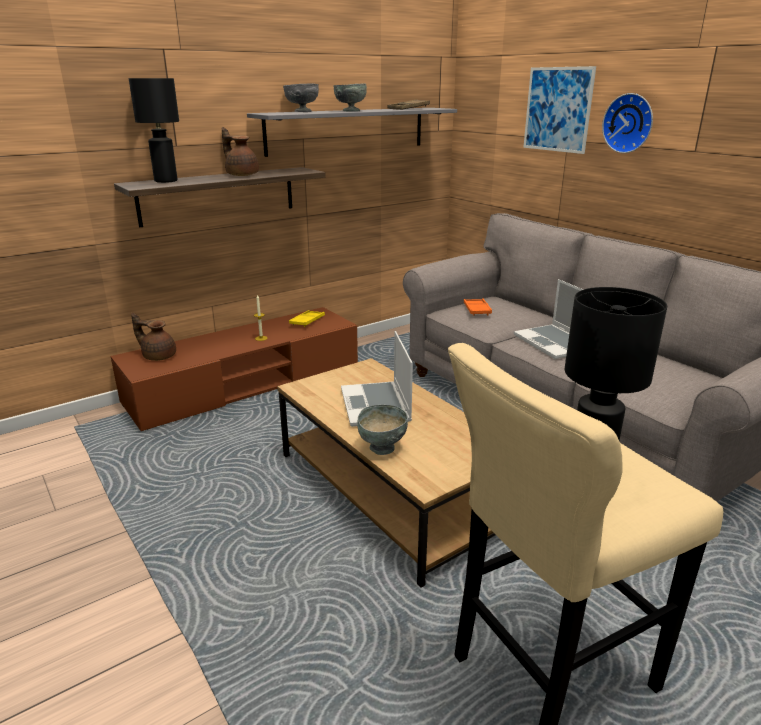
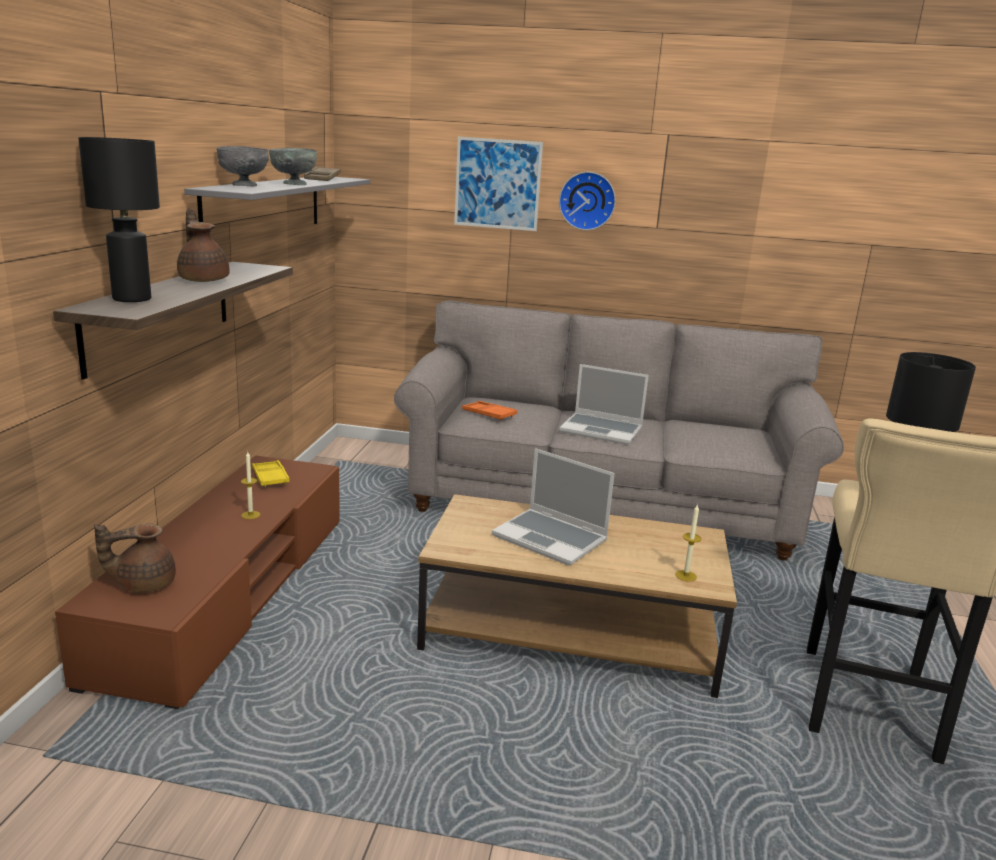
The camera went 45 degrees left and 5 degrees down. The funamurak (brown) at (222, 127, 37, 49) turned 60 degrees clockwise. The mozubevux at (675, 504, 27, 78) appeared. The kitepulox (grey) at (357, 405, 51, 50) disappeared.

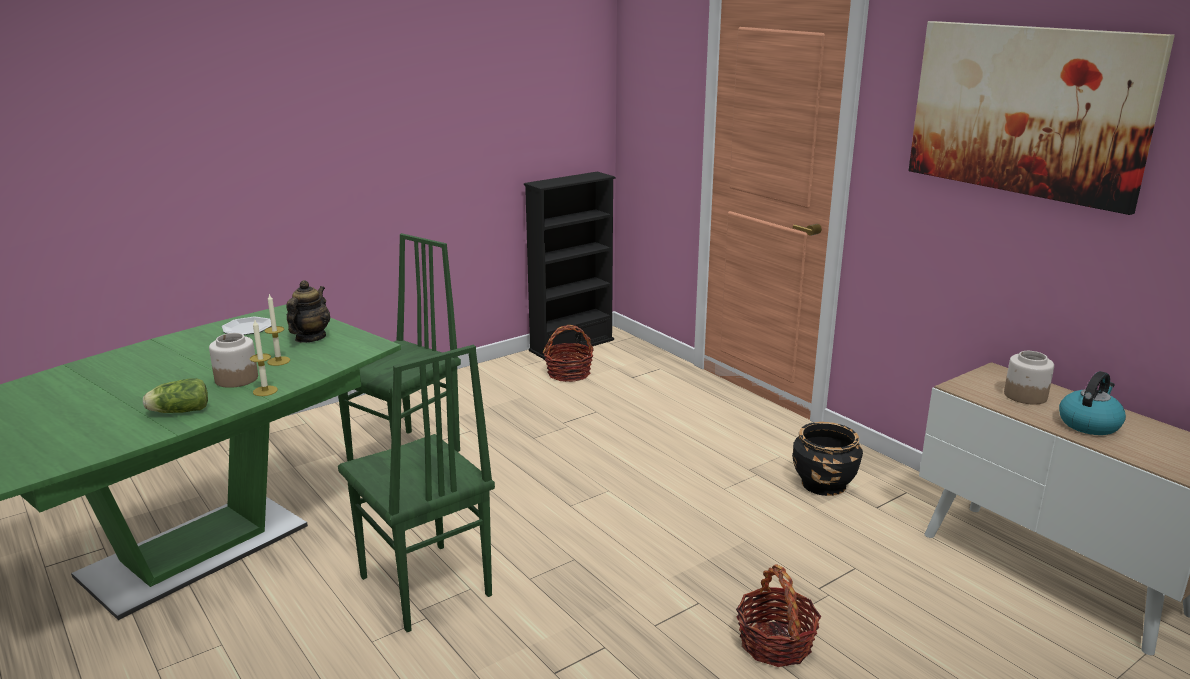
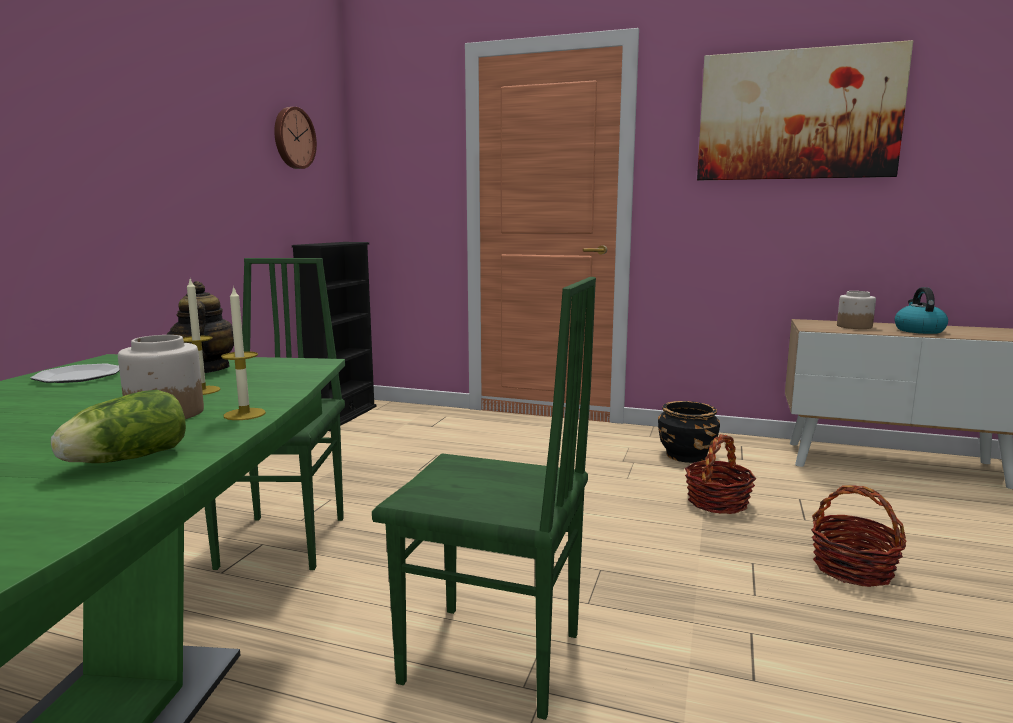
The camera went 35 degrees left and 10 degrees down. The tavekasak at (274, 107, 43, 62) appeared. The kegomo moved from (543, 325, 51, 57) to (685, 434, 72, 80).

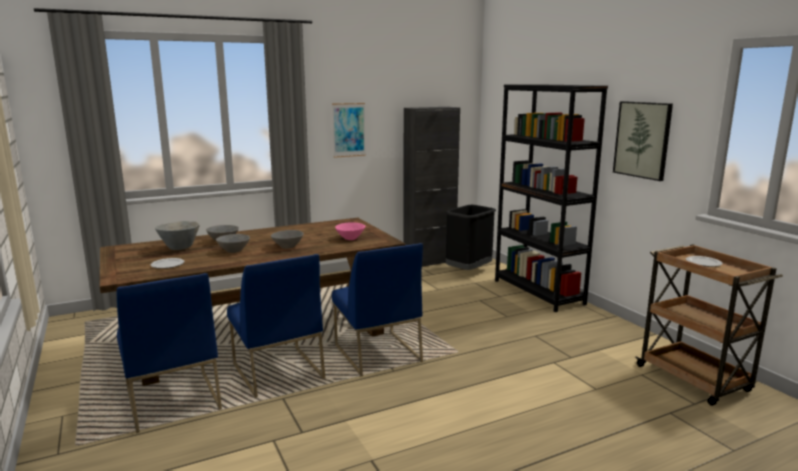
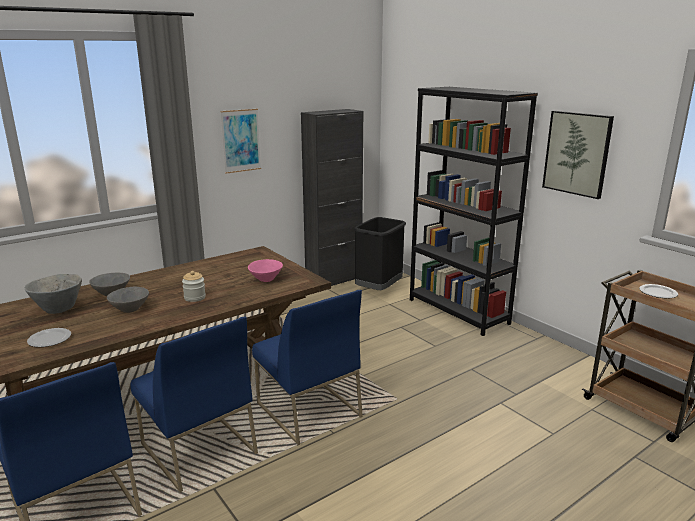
The camera went 10 degrees left and 5 degrees up. The kitepulox (grey) at (271, 230, 33, 19) was replaced by the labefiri at (182, 271, 24, 31).

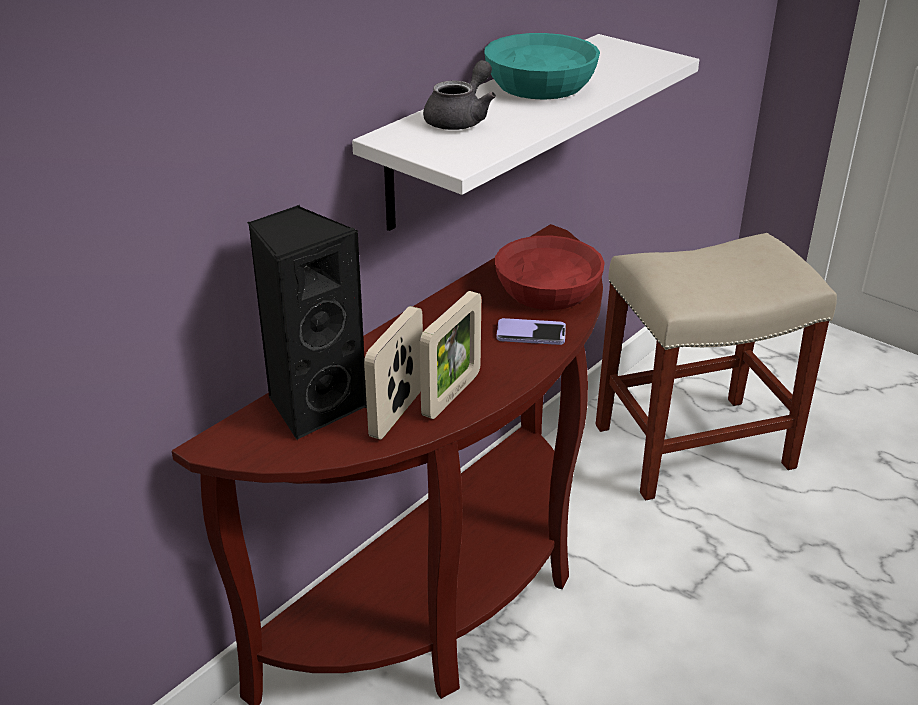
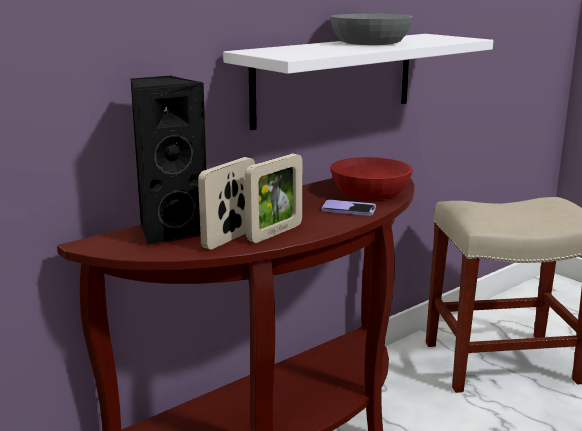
The camera went 10 degrees right and 15 degrees down. The kitepulox (turquoise) at (484, 33, 116, 67) became the kitepulox (grey) at (330, 14, 83, 31). The funamurak (grey) at (423, 60, 73, 70) disappeared.

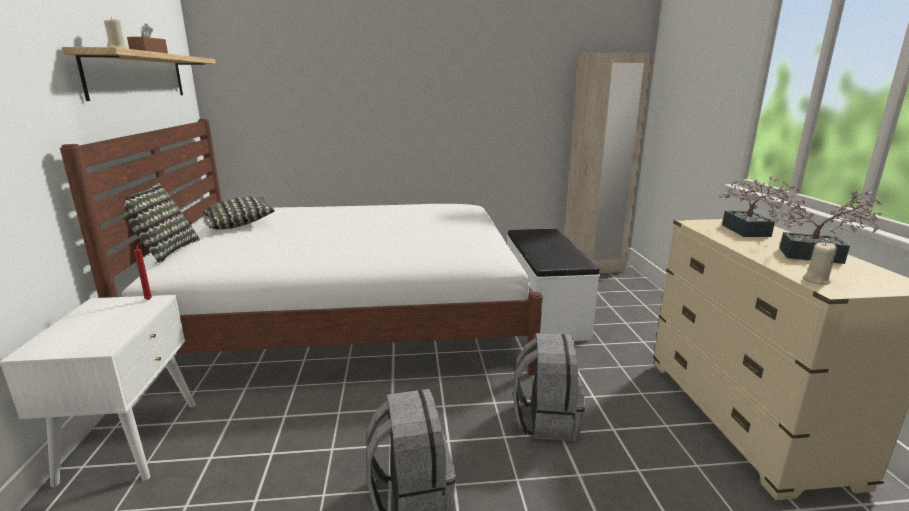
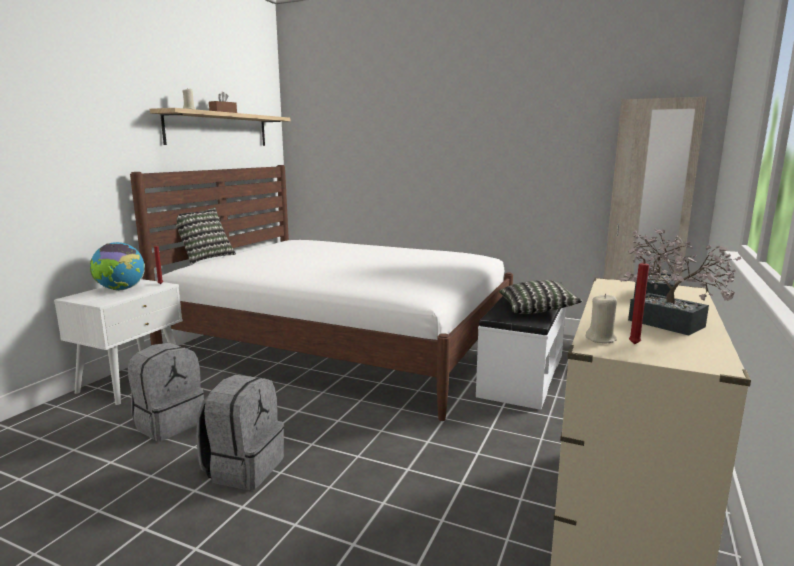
The camera went 30 degrees right and 5 degrees down. The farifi at (90, 242, 55, 49) appeared. The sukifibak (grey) moved from (513, 333, 72, 108) to (128, 343, 76, 98). The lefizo moved from (203, 196, 72, 34) to (499, 280, 83, 34). The mozubevux (red) at (629, 256, 20, 89) appeared.

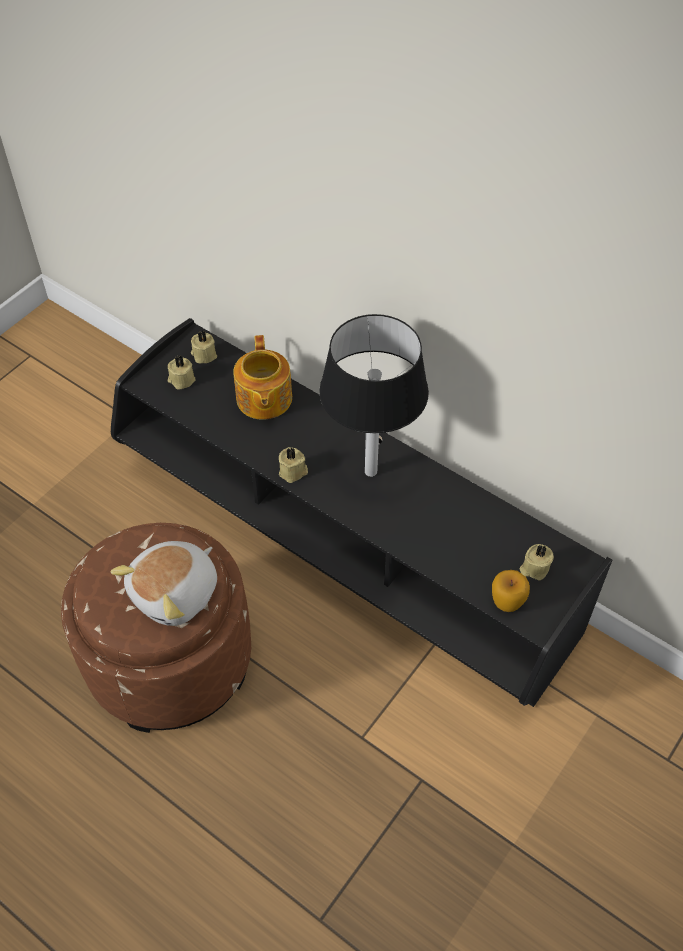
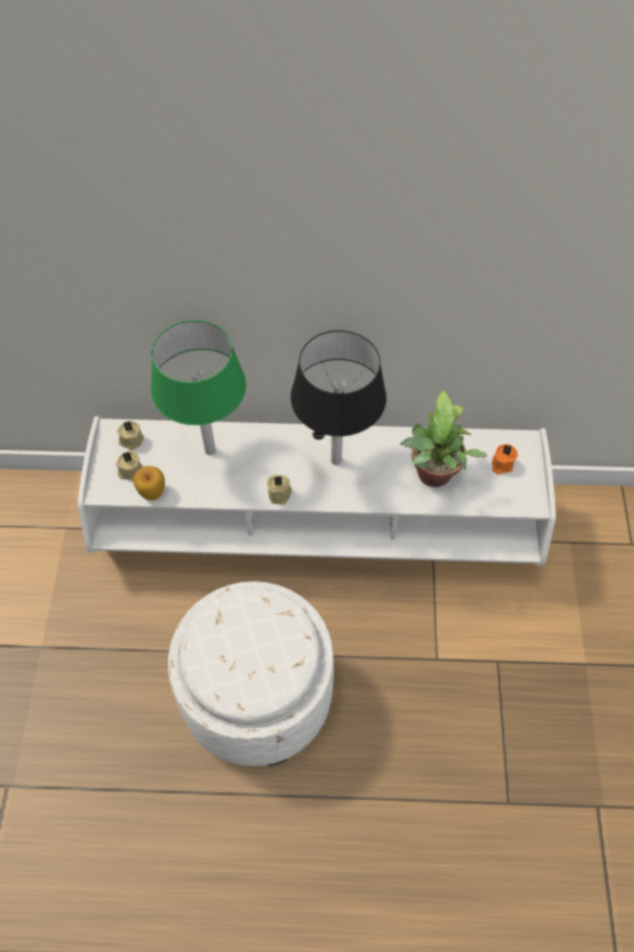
The camera went 35 degrees left and 5 degrees up. The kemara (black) at (111, 318, 501, 389) became the kemara (white) at (78, 416, 478, 150). The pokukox moved from (492, 570, 38, 42) to (133, 466, 32, 34). The funamurak at (233, 335, 59, 85) was replaced by the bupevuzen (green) at (151, 320, 95, 135). The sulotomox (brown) at (61, 523, 190, 210) became the sulotomox (white) at (168, 581, 166, 185). The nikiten at (400, 390, 87, 97) appeared. The mozubevux (beige) at (520, 544, 34, 37) became the mozubevux (orange) at (492, 444, 26, 31). The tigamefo at (111, 541, 106, 85) disappeared.

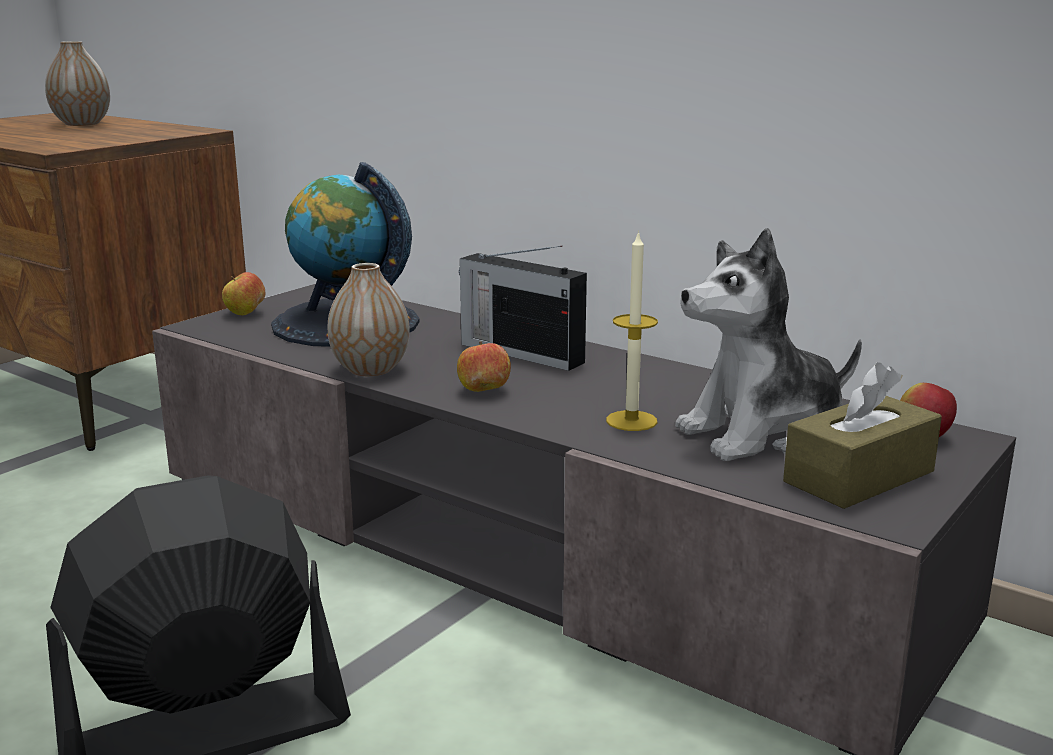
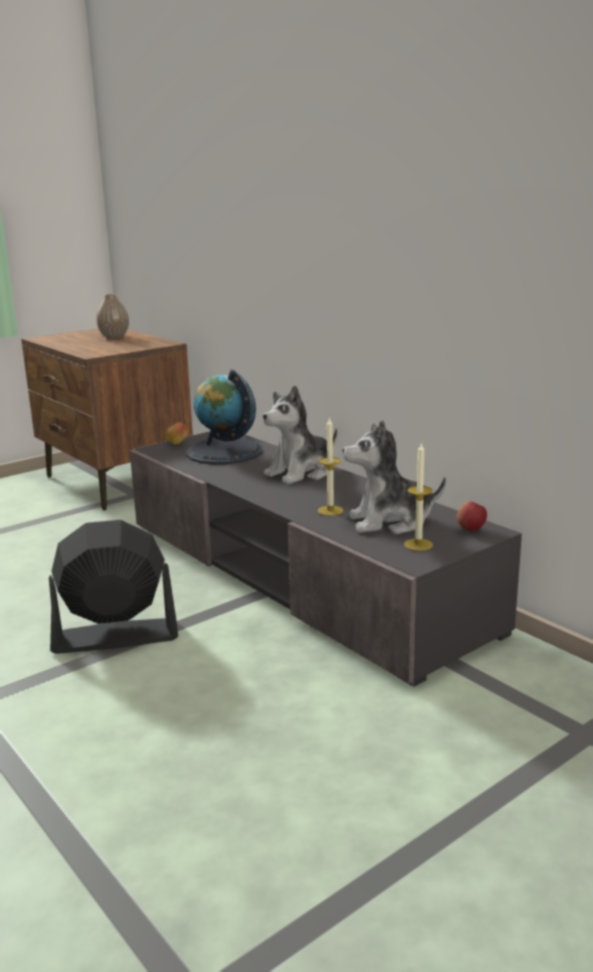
The camera went 15 degrees right and 0 degrees up. The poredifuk at (459, 246, 128, 125) was replaced by the tigamefo at (263, 385, 74, 99). The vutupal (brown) at (783, 362, 159, 147) was replaced by the mozubevux at (404, 442, 29, 109). The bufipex at (328, 263, 82, 113) disappeared. The pokukox at (457, 342, 54, 50) disappeared.

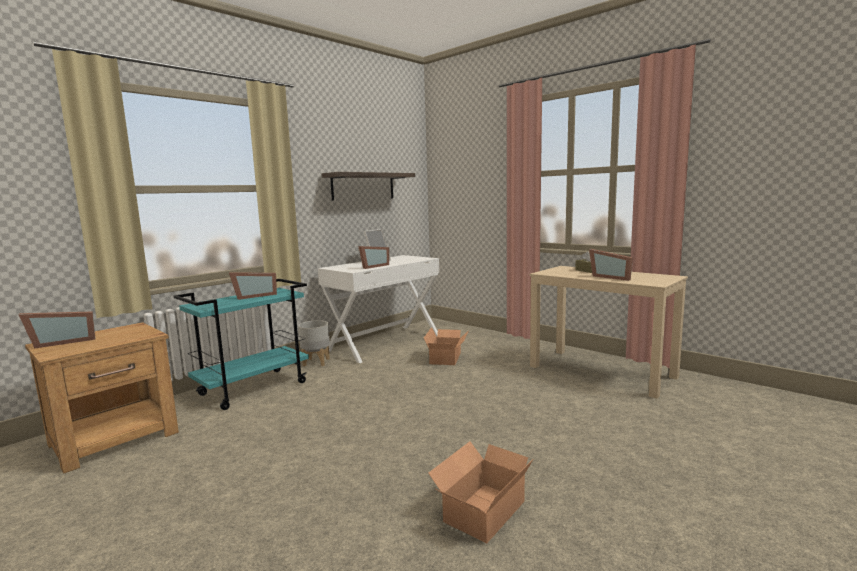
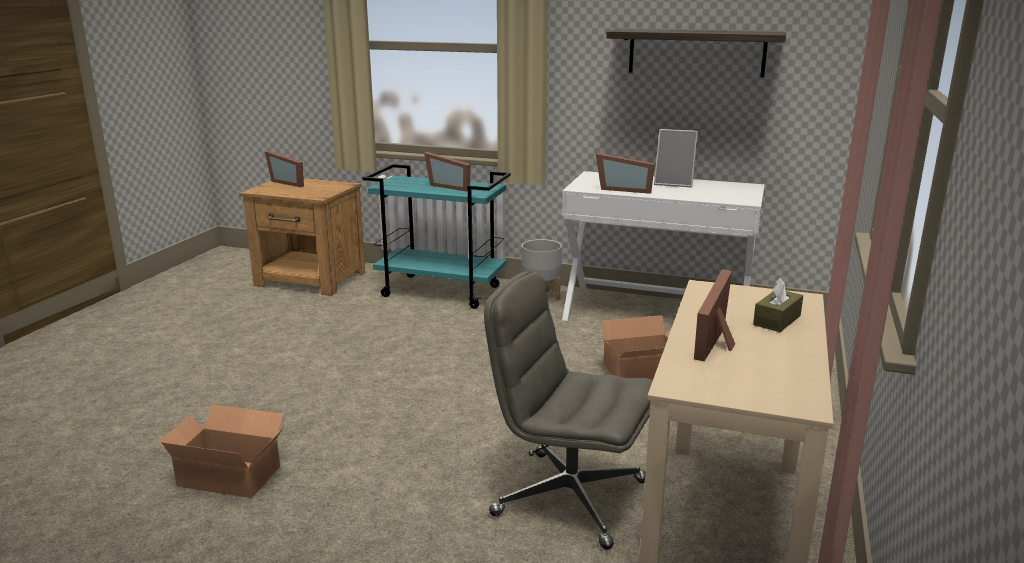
The camera went 65 degrees right and 10 degrees up. The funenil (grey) at (484, 271, 169, 279) appeared.

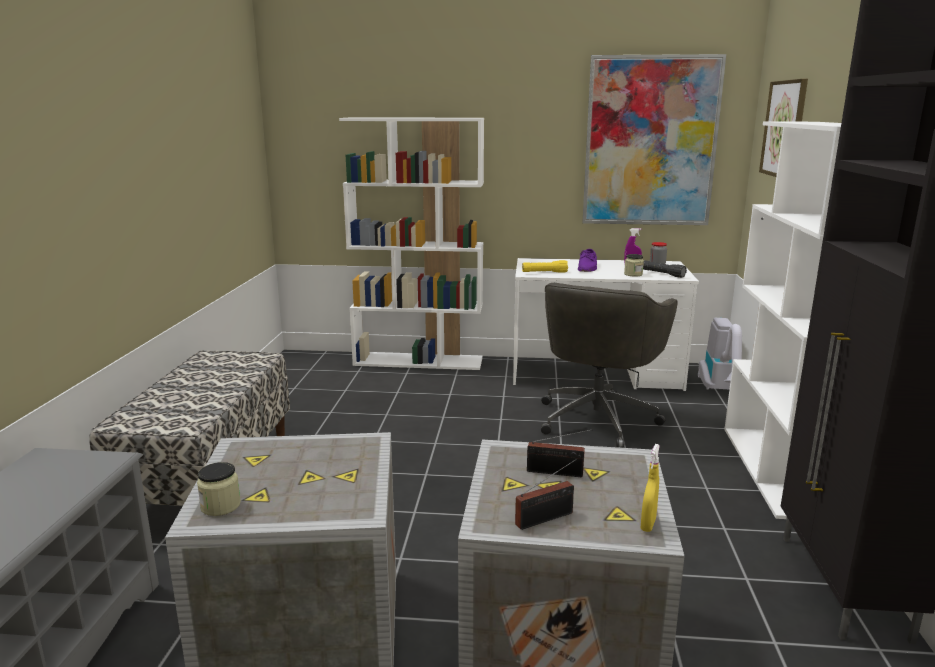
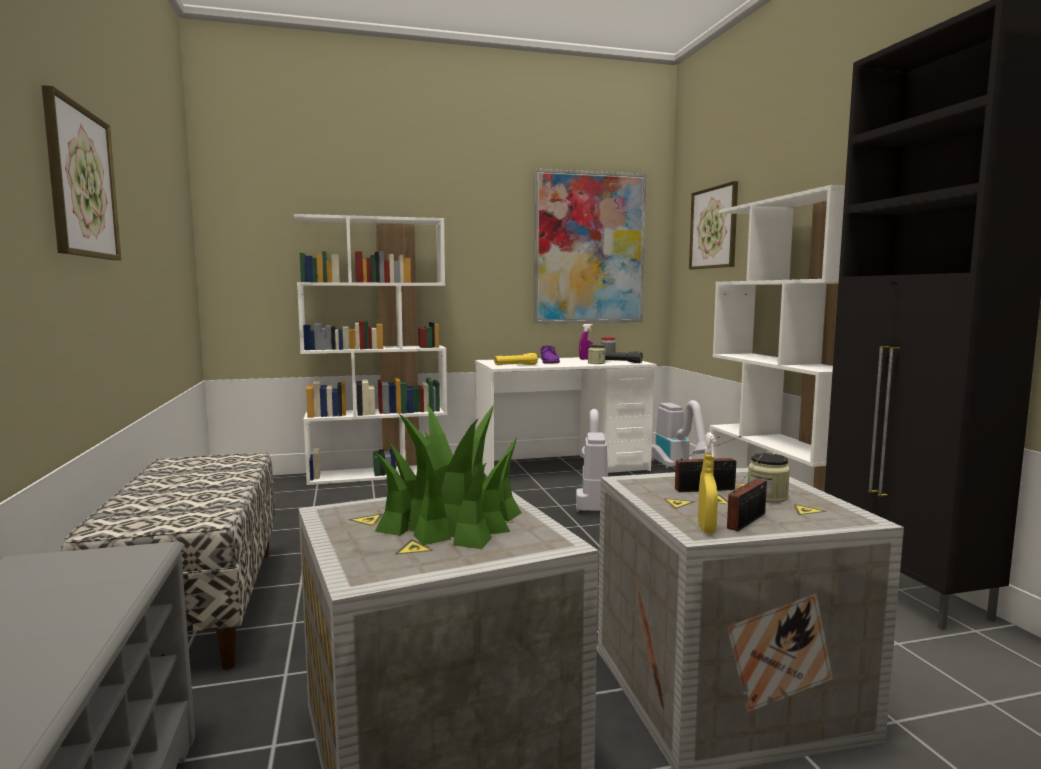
The camera went 20 degrees left and 10 degrees down. The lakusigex at (41, 85, 80, 175) appeared. The nikiten at (374, 404, 148, 145) appeared. The funenil (grey) at (541, 283, 137, 165) was replaced by the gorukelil at (576, 409, 32, 103). The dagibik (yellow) moved from (641, 444, 19, 88) to (698, 433, 20, 101). The labefiri moved from (197, 462, 44, 54) to (748, 453, 42, 50).

